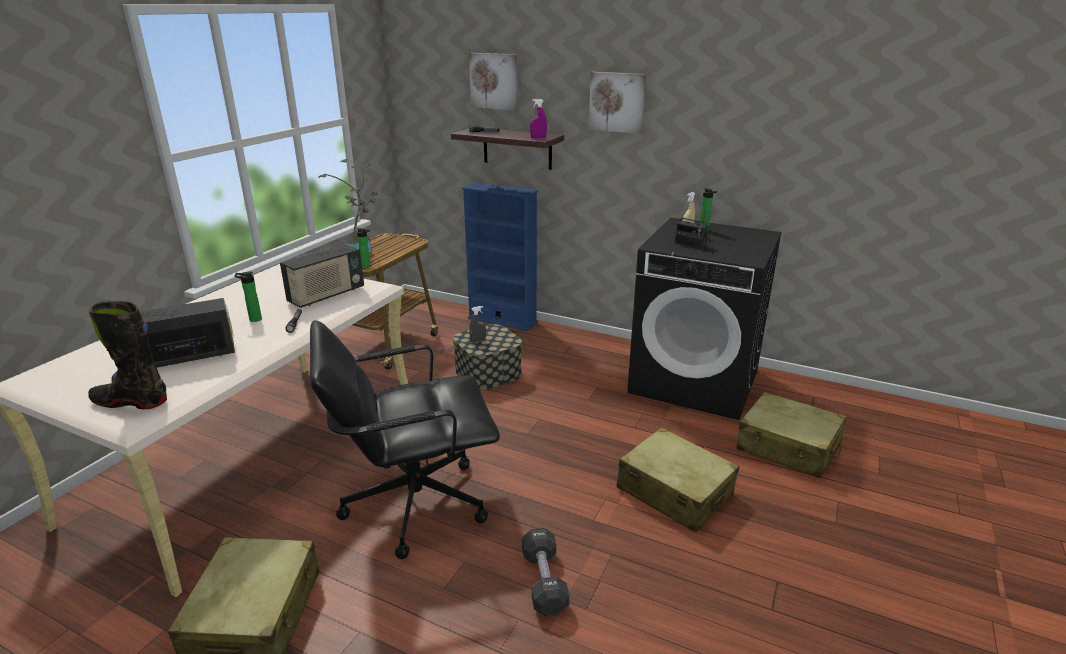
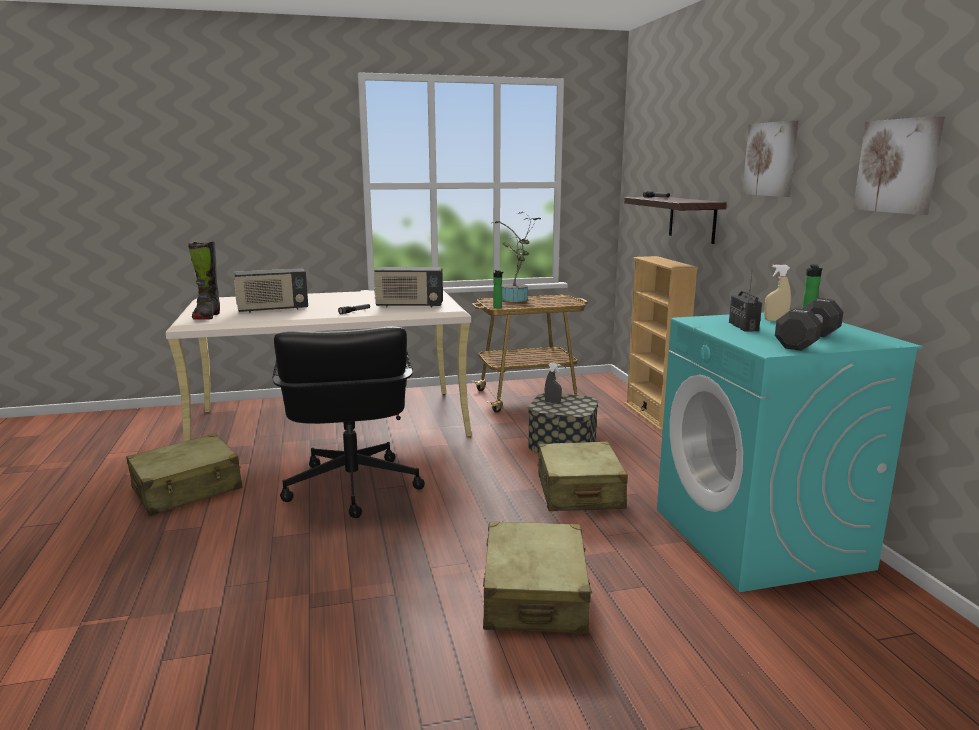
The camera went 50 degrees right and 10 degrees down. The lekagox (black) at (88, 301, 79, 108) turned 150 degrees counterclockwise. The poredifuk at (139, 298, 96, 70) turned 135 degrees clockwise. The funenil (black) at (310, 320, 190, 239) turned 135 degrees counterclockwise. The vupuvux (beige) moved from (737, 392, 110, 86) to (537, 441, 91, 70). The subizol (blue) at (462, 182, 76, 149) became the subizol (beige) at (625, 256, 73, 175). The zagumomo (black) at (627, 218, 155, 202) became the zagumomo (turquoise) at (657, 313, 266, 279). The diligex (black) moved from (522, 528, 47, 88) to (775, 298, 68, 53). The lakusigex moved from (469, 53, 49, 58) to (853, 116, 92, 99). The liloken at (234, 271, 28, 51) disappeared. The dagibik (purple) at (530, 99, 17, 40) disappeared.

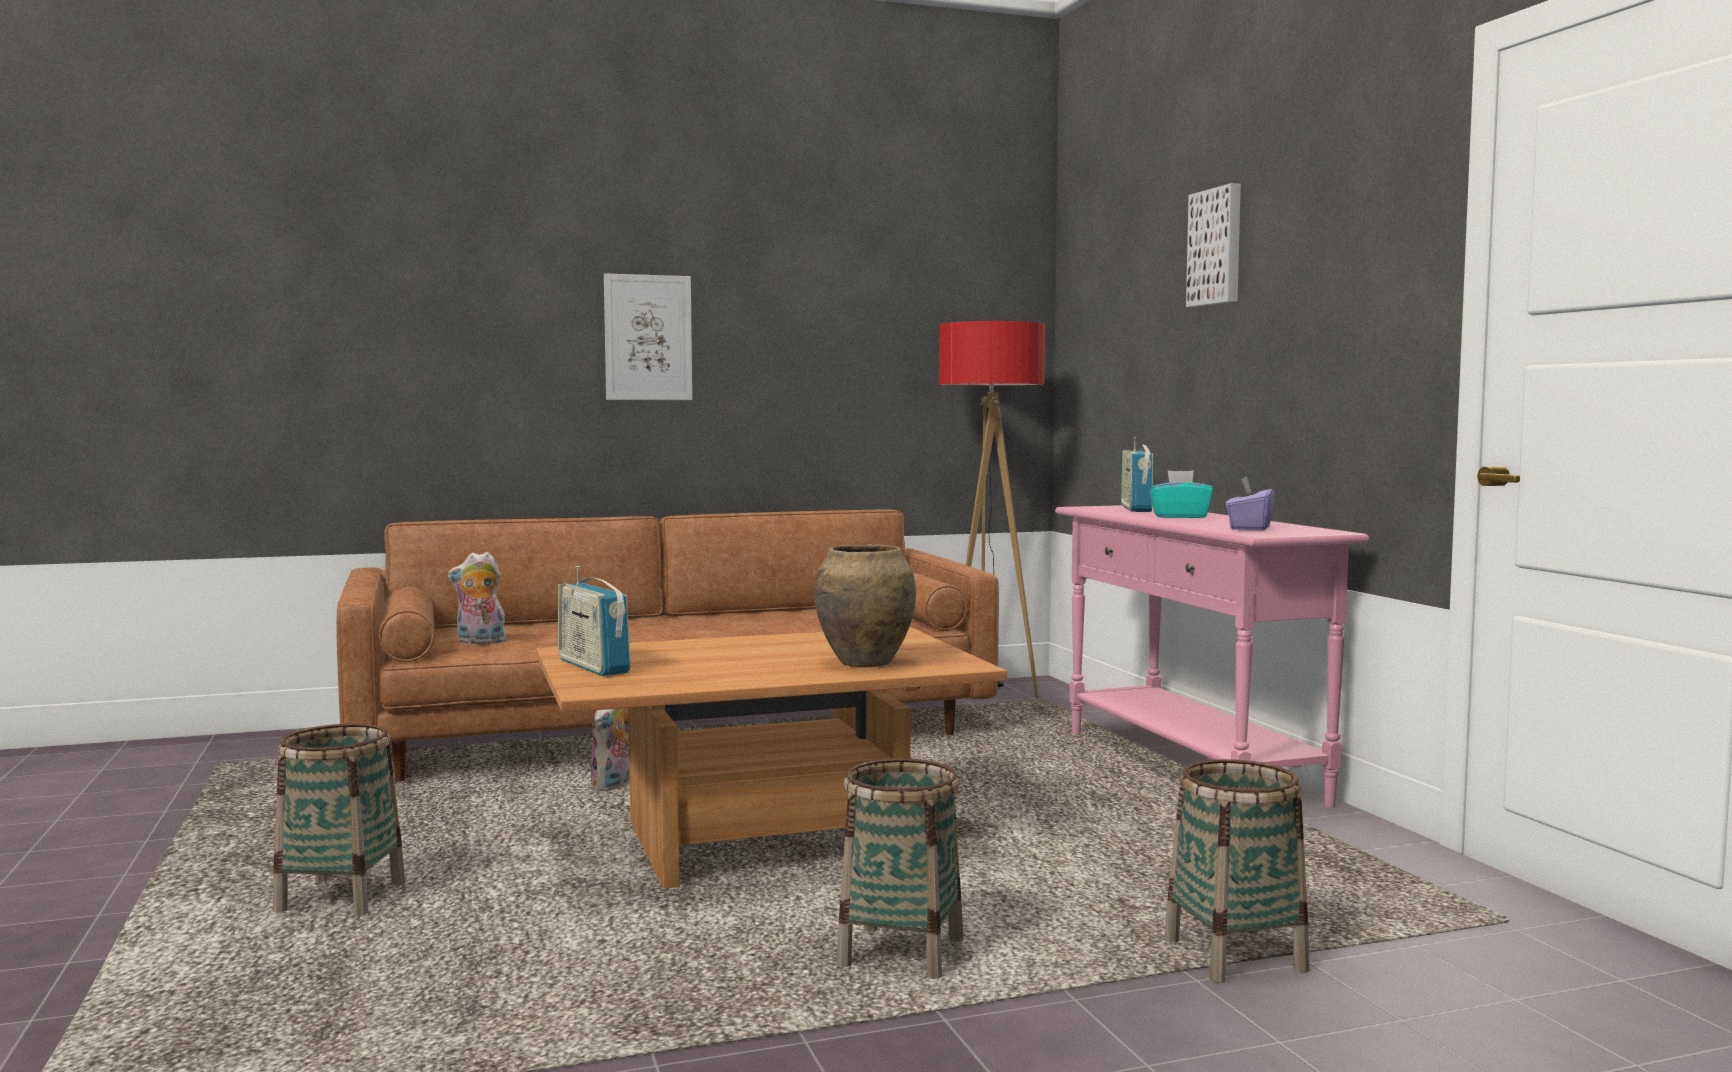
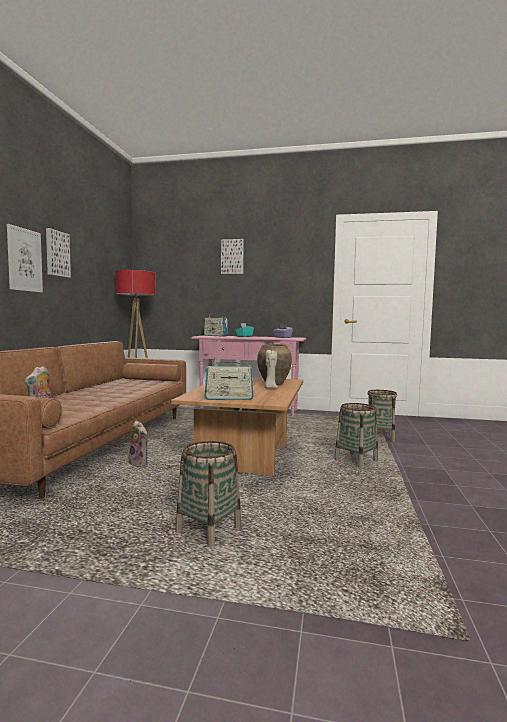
The camera went 60 degrees left and 0 degrees up. The lakusigex at (46, 228, 25, 50) appeared. The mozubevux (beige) at (265, 350, 12, 38) appeared.

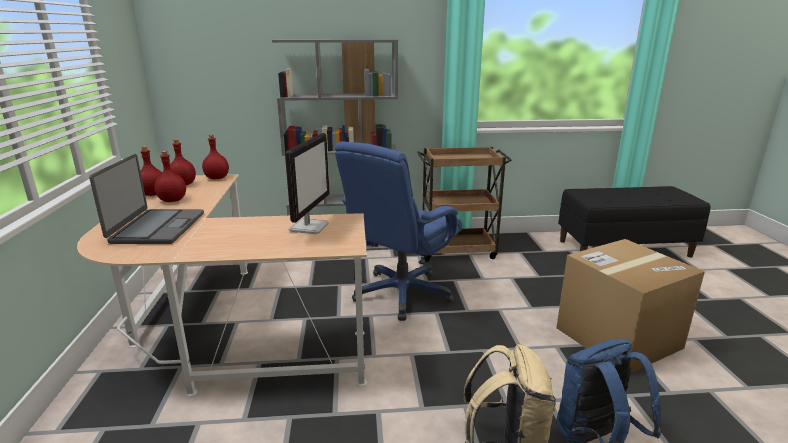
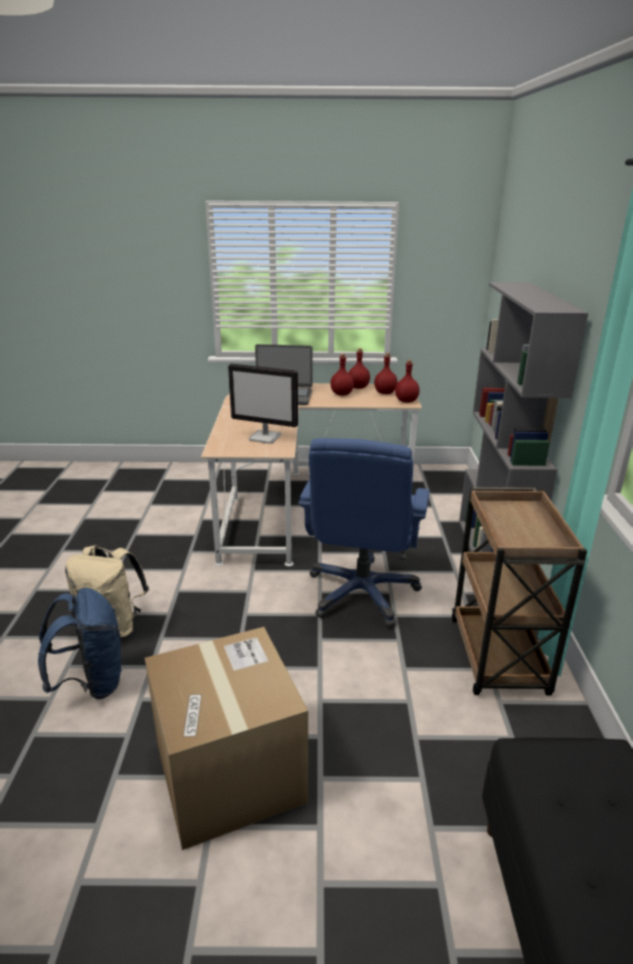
The camera went 95 degrees right and 5 degrees up. The funenil (blue) at (335, 142, 127, 179) turned 120 degrees counterclockwise.

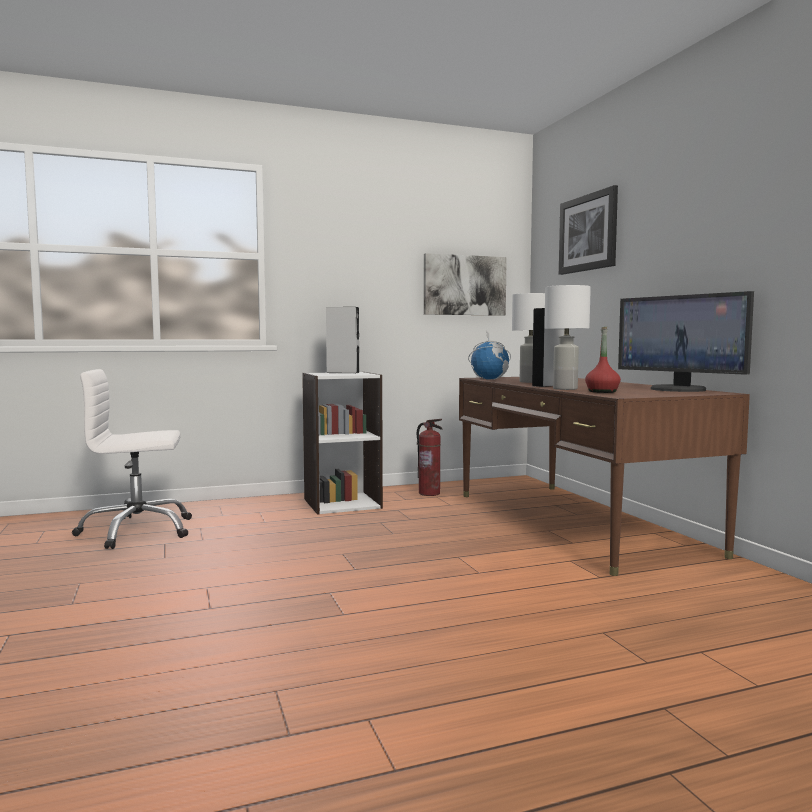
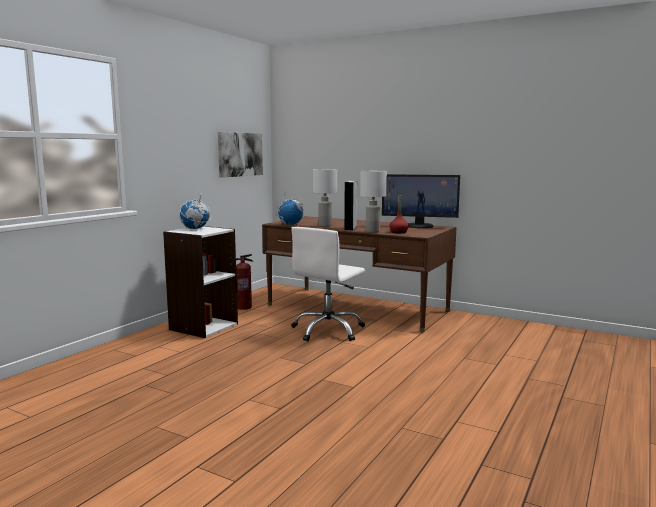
The camera went 40 degrees left and 5 degrees up. The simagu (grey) at (326, 307, 33, 66) was replaced by the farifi at (179, 194, 32, 35). The funenil (white) moved from (72, 369, 120, 180) to (291, 227, 74, 114). The lakusigex at (559, 185, 59, 90) disappeared.

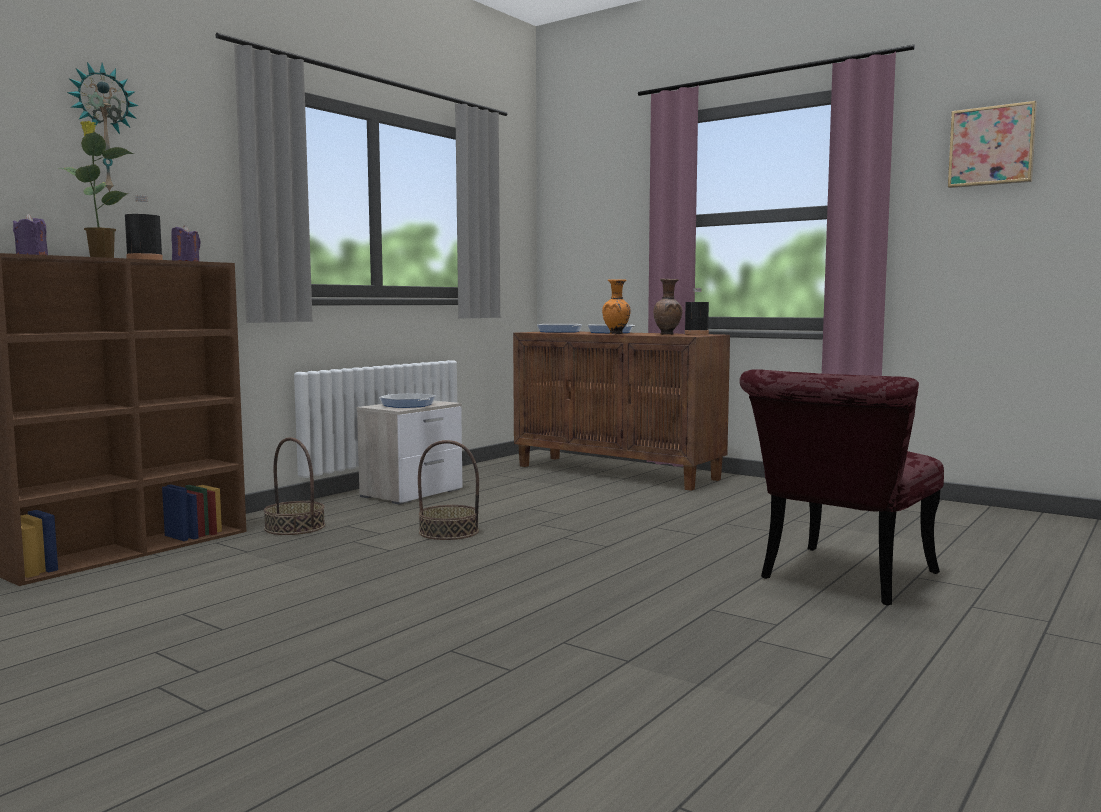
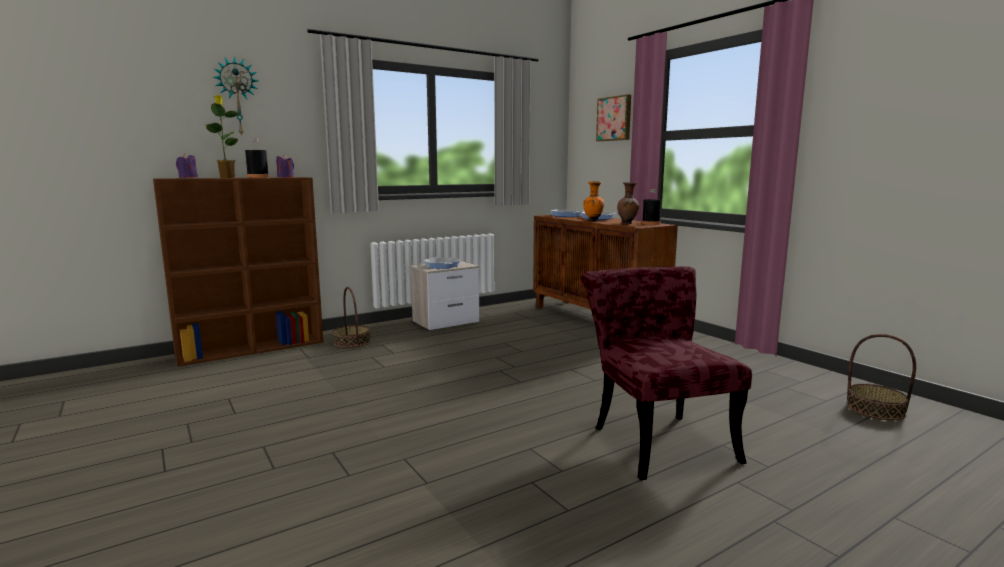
The camera went 20 degrees right and 5 degrees up. The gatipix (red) at (739, 369, 205, 236) turned 105 degrees clockwise. The lakusigex moved from (948, 101, 89, 87) to (596, 94, 35, 47). The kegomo moved from (418, 440, 61, 100) to (847, 334, 69, 86).

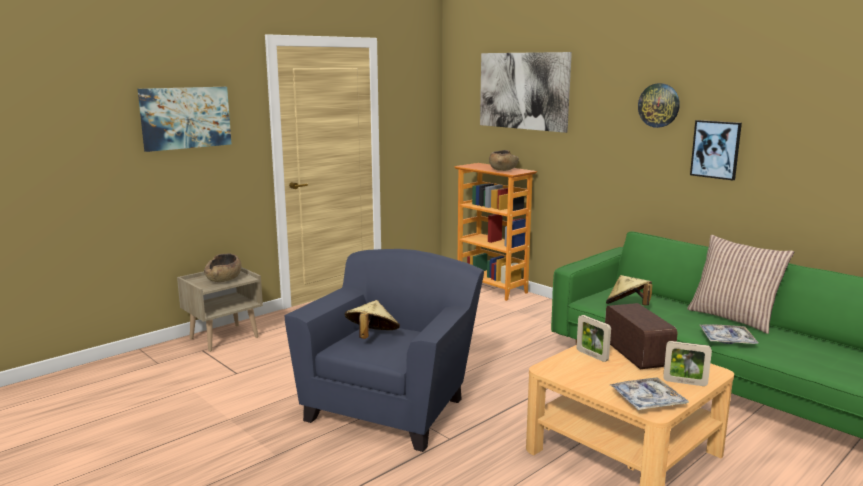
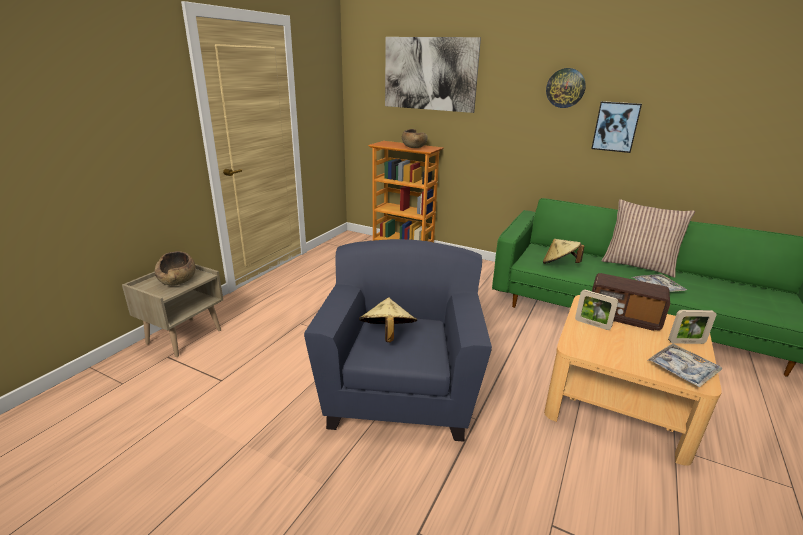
The camera went 20 degrees left and 10 degrees up. The poredifuk at (605, 303, 72, 66) turned 150 degrees clockwise. The lakusigex at (138, 87, 94, 65) disappeared.

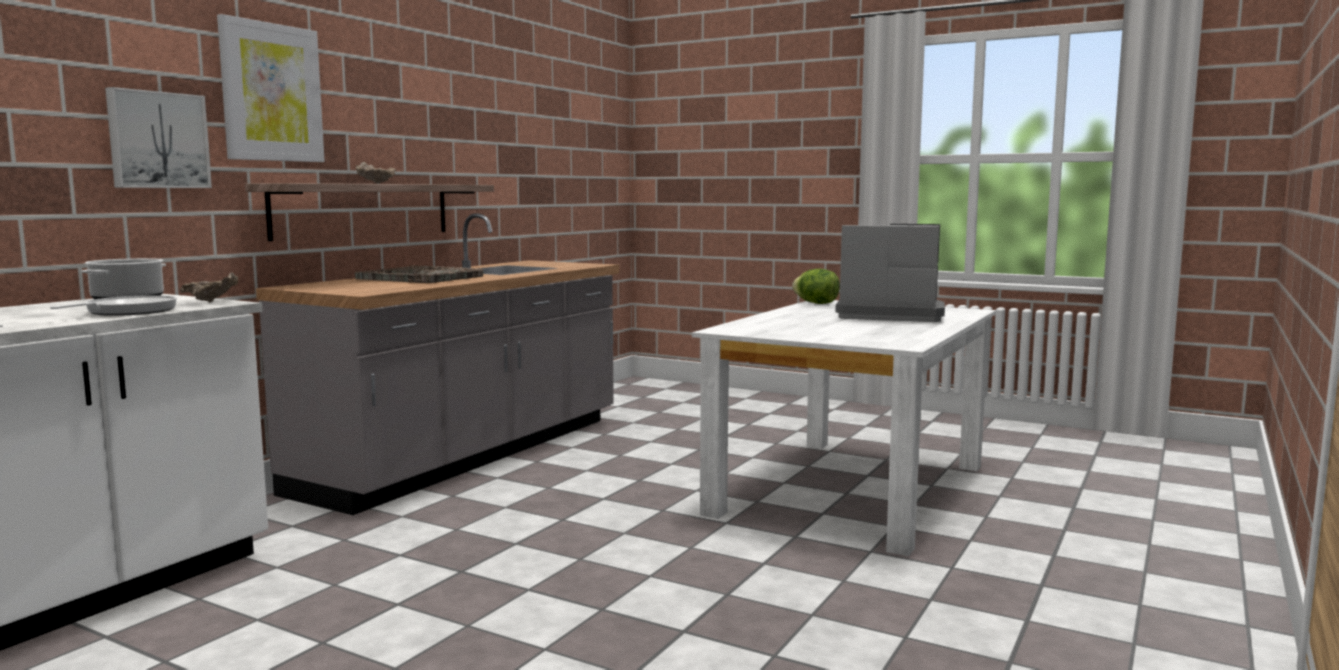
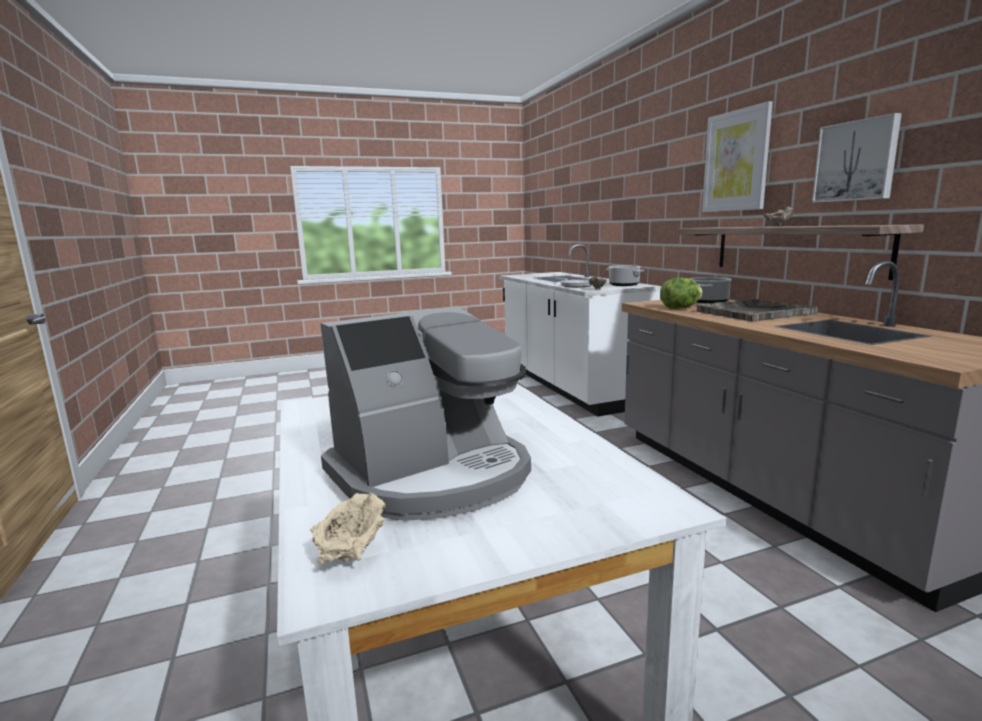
The camera went 130 degrees right and 5 degrees up. The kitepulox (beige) at (310, 492, 76, 72) appeared. The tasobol moved from (792, 269, 48, 35) to (660, 277, 43, 32). The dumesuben at (690, 277, 42, 27) appeared. The lakusigex moved from (105, 87, 107, 101) to (812, 113, 90, 90).

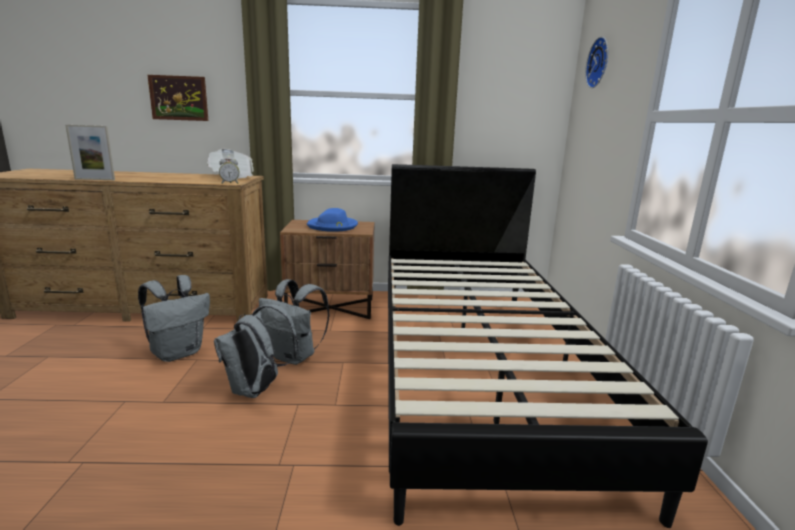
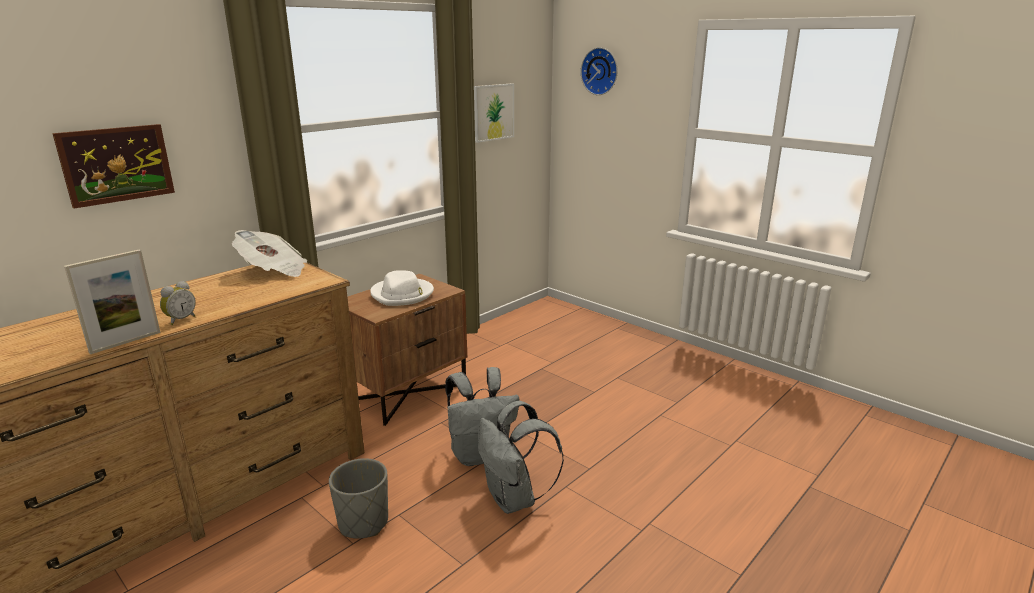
The camera went 45 degrees left and 5 degrees up. The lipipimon moved from (219, 159, 20, 25) to (160, 281, 36, 44). The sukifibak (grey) at (138, 275, 72, 87) was replaced by the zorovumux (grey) at (329, 458, 59, 81). The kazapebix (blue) at (307, 208, 51, 24) became the kazapebix (white) at (370, 270, 64, 36). The lakusigex at (474, 83, 40, 60) appeared. The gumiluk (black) at (388, 164, 320, 364) disappeared.

